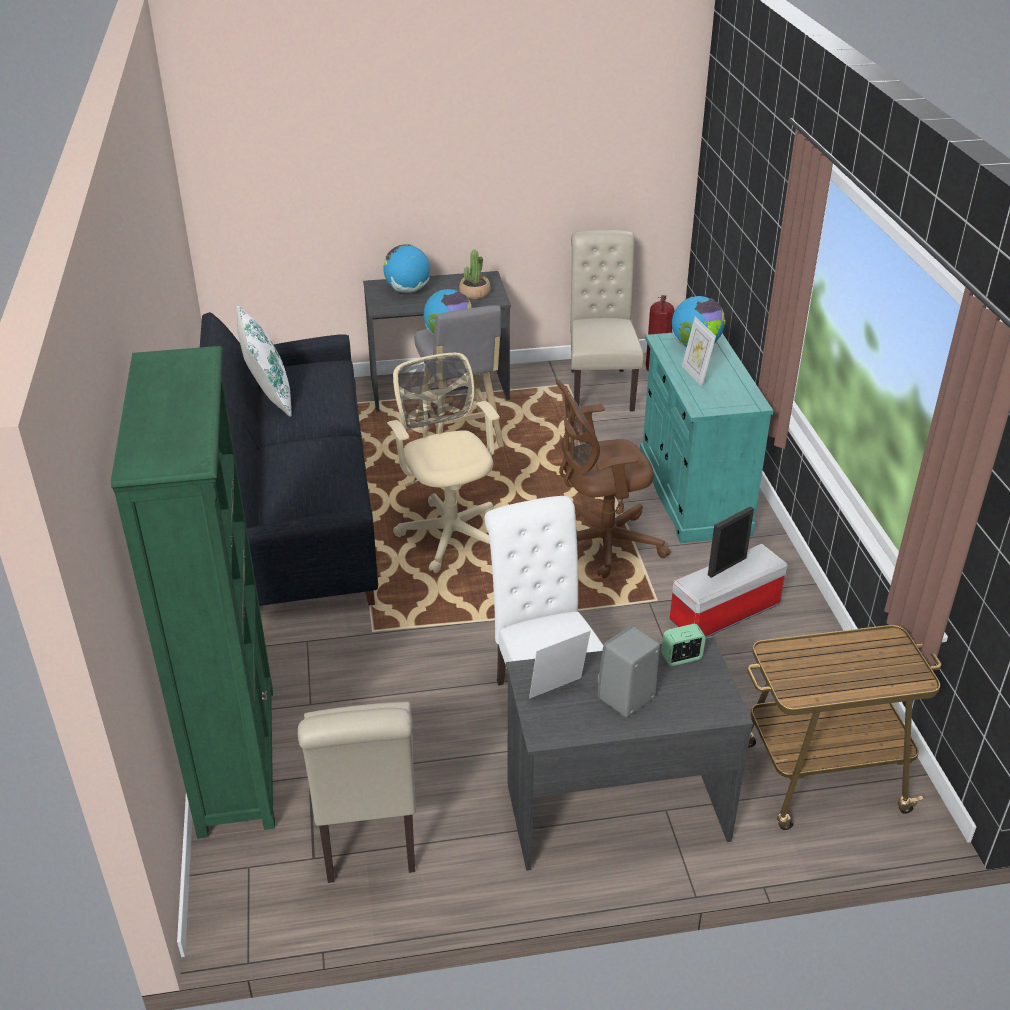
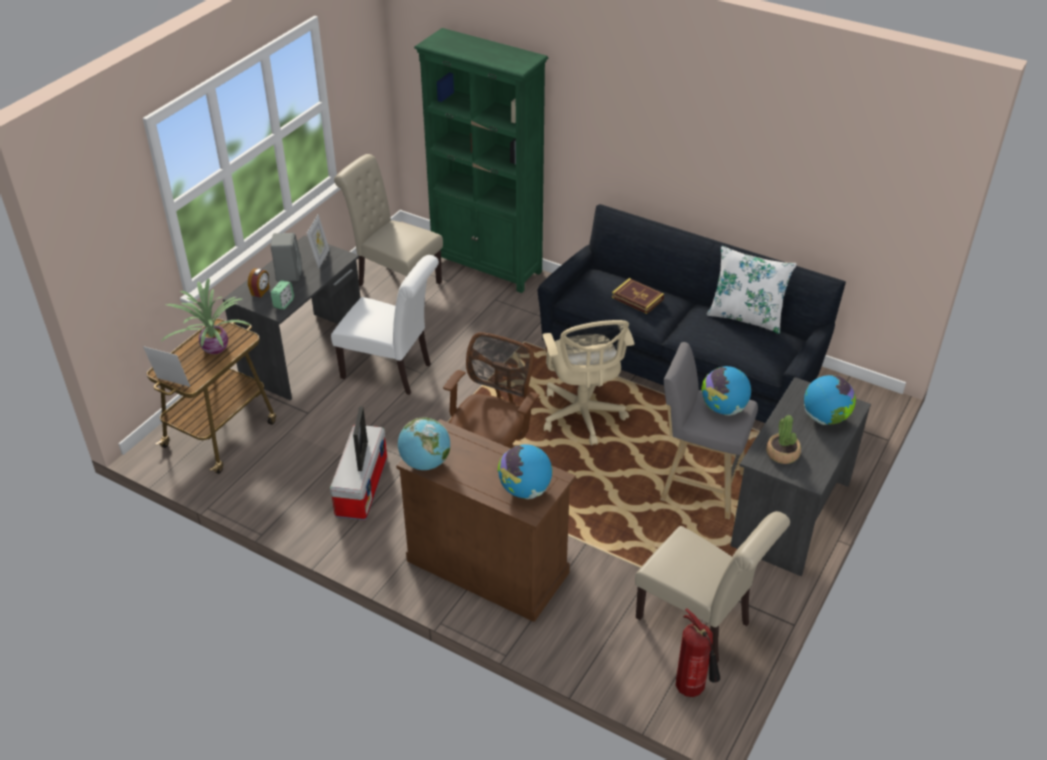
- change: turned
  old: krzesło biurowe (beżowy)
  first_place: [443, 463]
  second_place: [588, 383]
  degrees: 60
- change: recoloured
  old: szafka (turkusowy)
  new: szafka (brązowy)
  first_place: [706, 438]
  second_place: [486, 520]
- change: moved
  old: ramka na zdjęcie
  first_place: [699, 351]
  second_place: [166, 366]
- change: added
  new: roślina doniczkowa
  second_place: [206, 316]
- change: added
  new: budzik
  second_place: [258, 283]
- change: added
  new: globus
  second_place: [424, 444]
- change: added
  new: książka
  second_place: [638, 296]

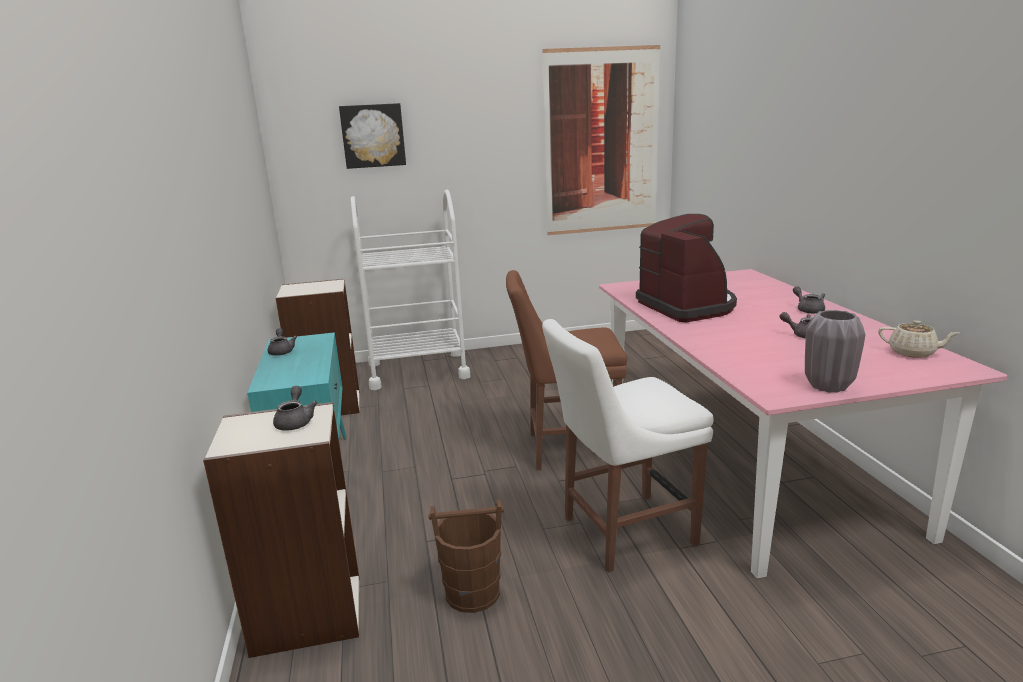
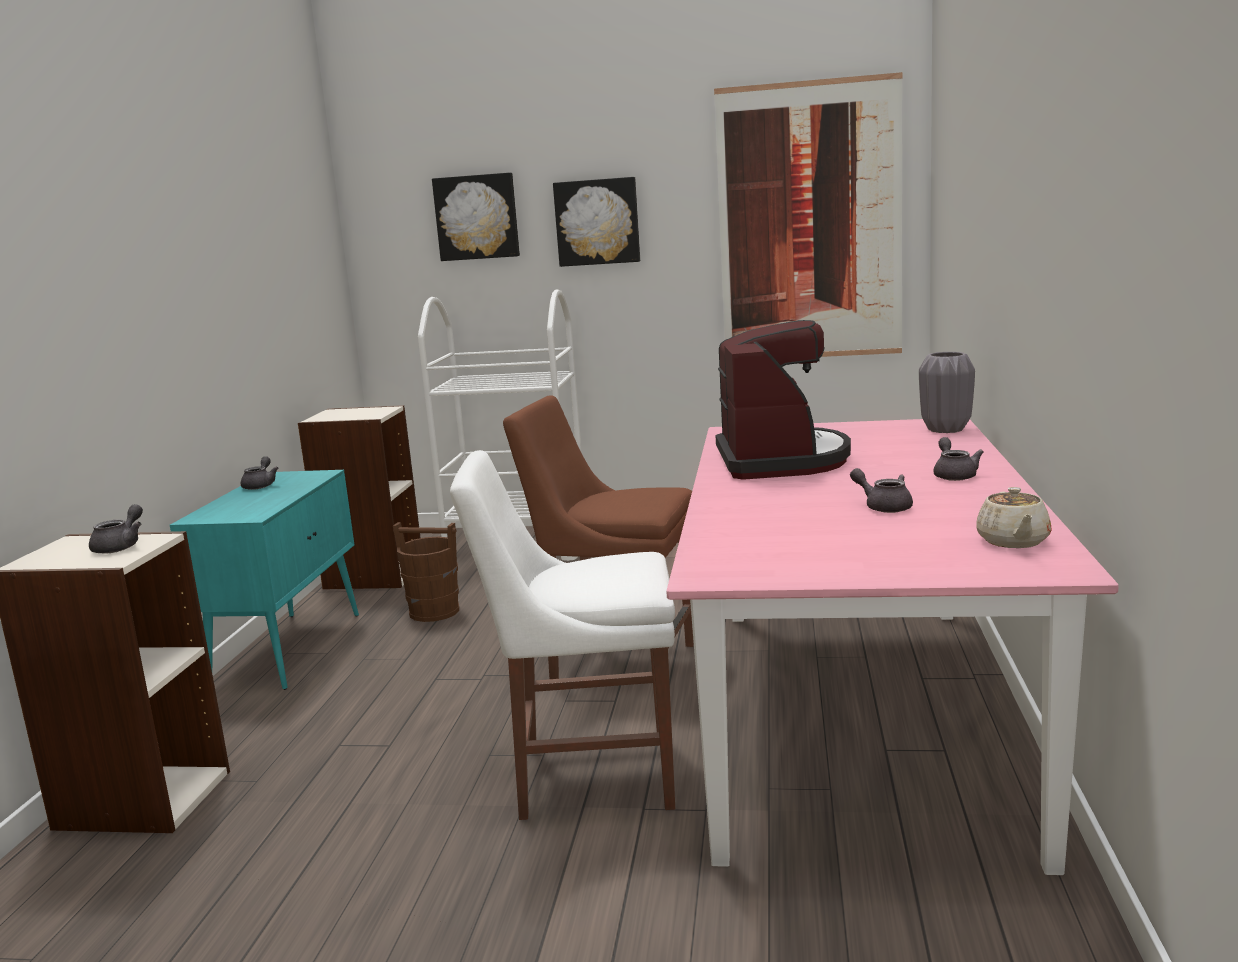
- change: moved
  old: wiadro (brązowy)
  first_place: [466, 556]
  second_place: [426, 572]
- change: moved
  old: wazon (szary)
  first_place: [835, 351]
  second_place: [947, 392]
- change: turned
  old: imbryk (beżowy)
  first_place: [918, 339]
  second_place: [1014, 517]
  degrees: 45
- change: added
  new: obraz
  second_place: [596, 222]

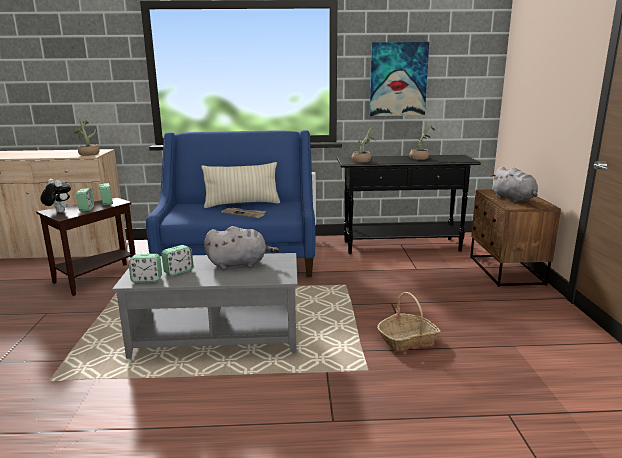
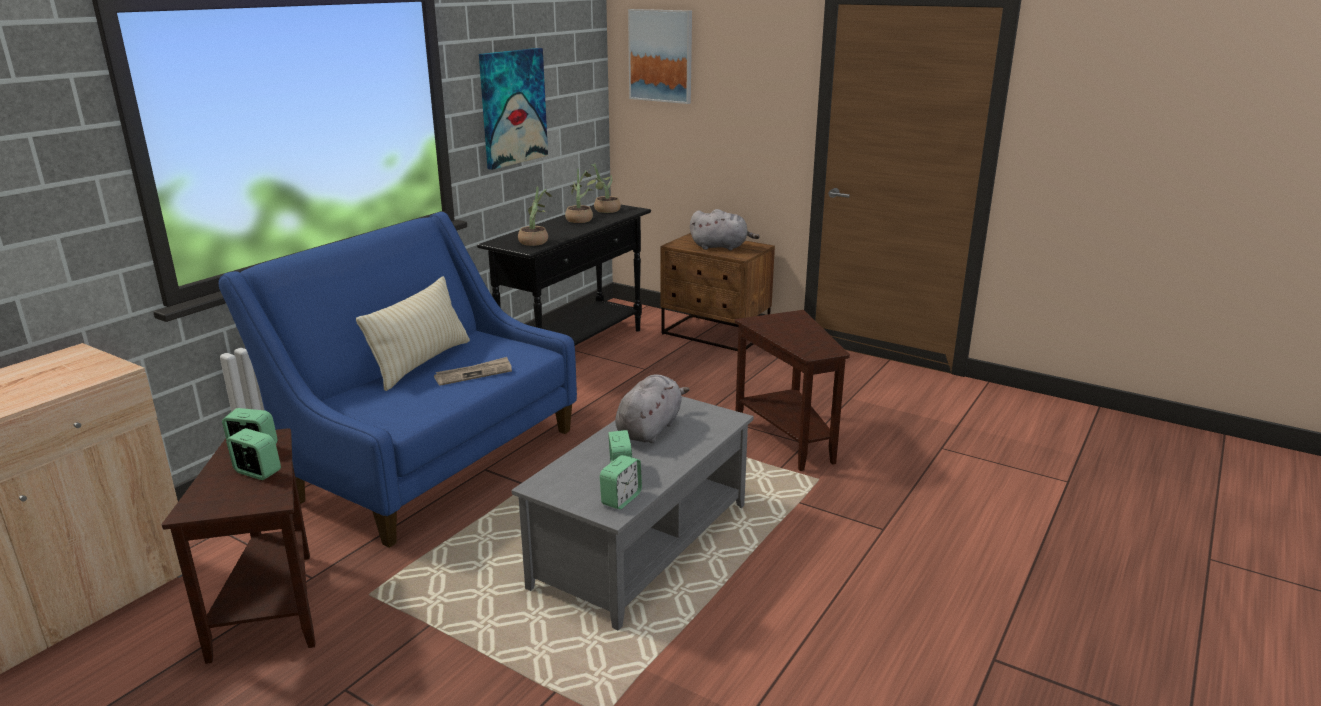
- change: removed
  old: pluszak
  first_place: [56, 196]
- change: moved
  old: roślina doniczkowa
  first_place: [86, 137]
  second_place: [604, 188]
- change: replaced
  old: koszyk
  new: stolik (brązowy)
  first_place: [409, 321]
  second_place: [792, 390]
- change: added
  new: obraz
  second_place: [660, 56]

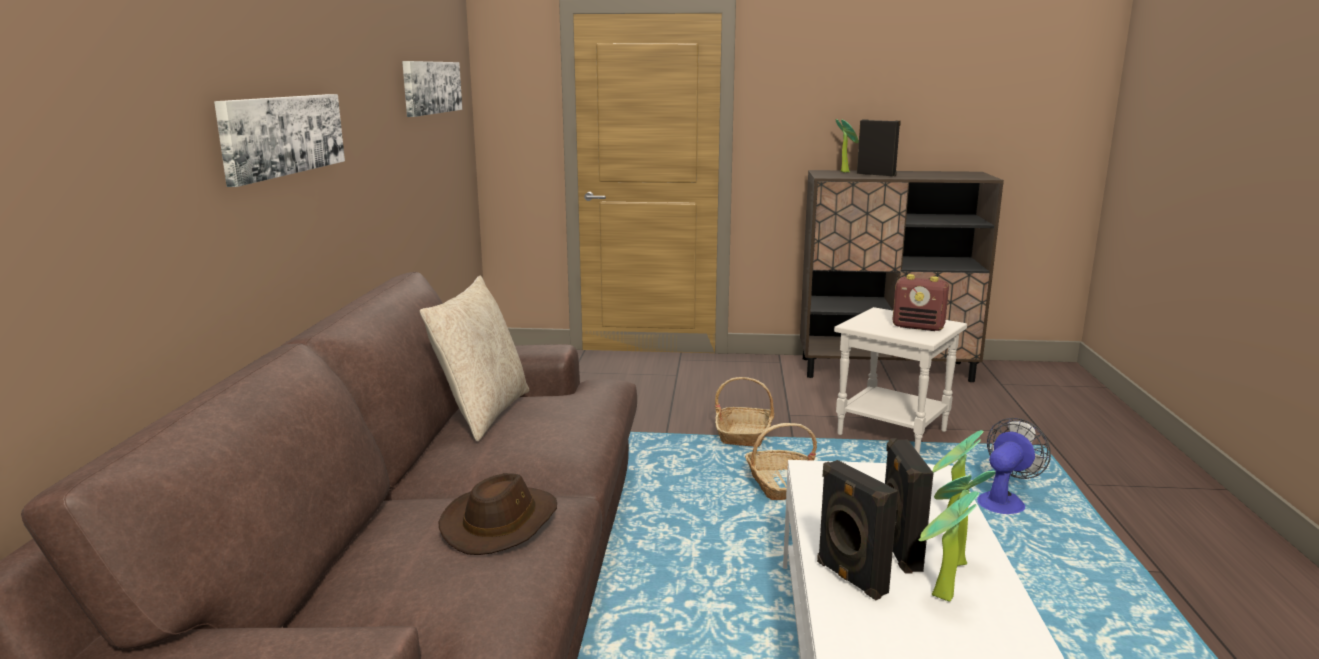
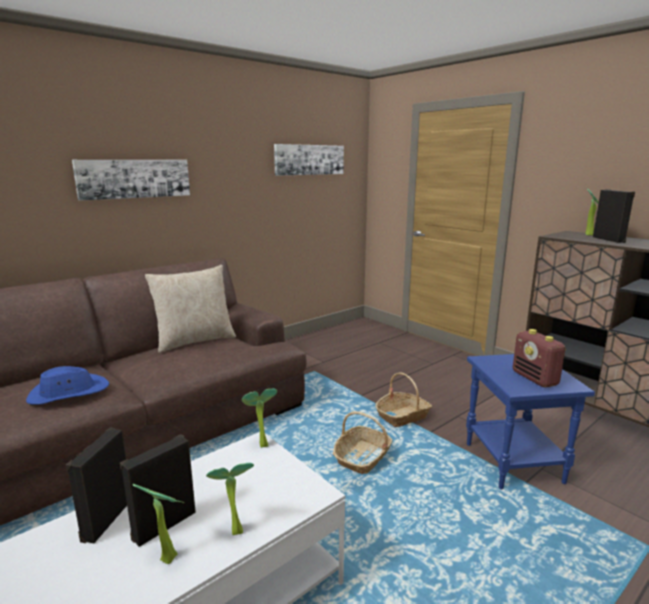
- change: recoloured
  old: kapelusz (brązowy)
  new: kapelusz (niebieski)
  first_place: [498, 514]
  second_place: [67, 385]
- change: recoloured
  old: stolik (biały)
  new: stolik (niebieski)
  first_place: [900, 380]
  second_place: [530, 421]
- change: moved
  old: roślina doniczkowa
  first_place: [949, 546]
  second_place: [259, 418]
- change: removed
  old: wentylator
  first_place: [1014, 466]

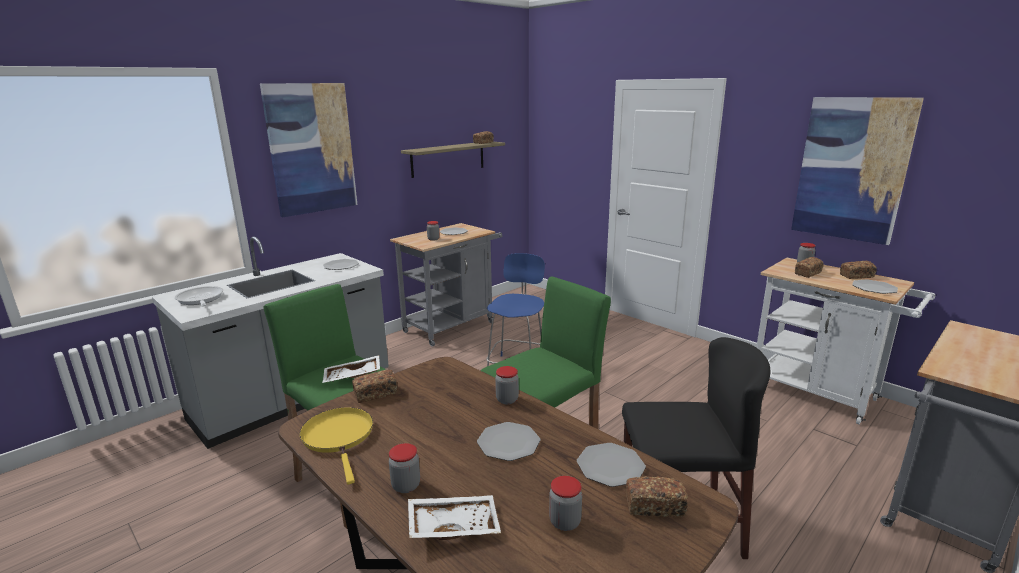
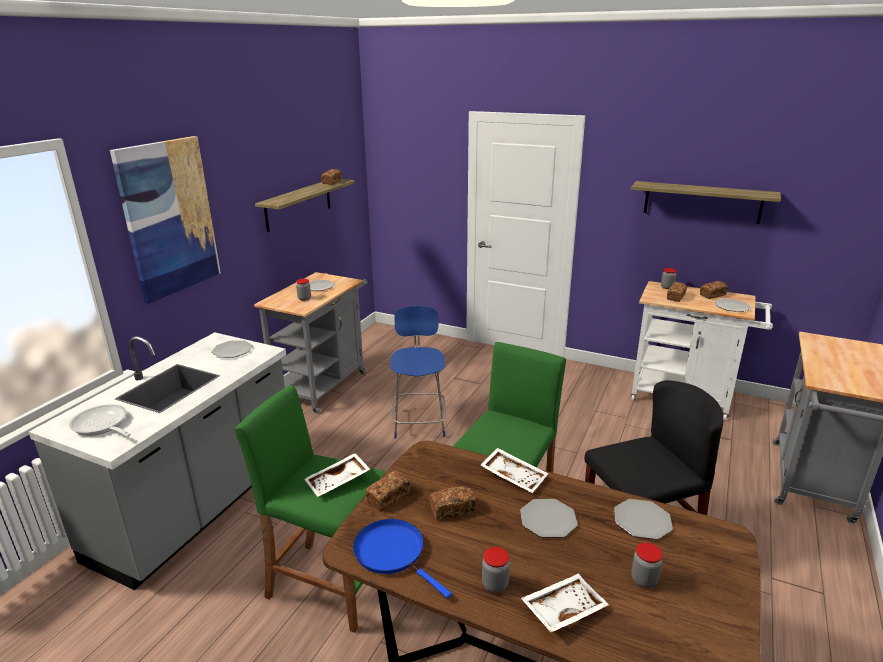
- change: recoloured
  old: patelnia (żółty)
  new: patelnia (niebieski)
  first_place: [336, 445]
  second_place: [402, 559]
- change: replaced
  old: słoik
  new: taca (biały)
  first_place: [507, 385]
  second_place: [514, 470]
- change: moved
  old: chleb
  first_place: [657, 496]
  second_place: [453, 503]
- change: replaced
  old: obraz
  new: półka
  first_place: [857, 171]
  second_place: [706, 202]

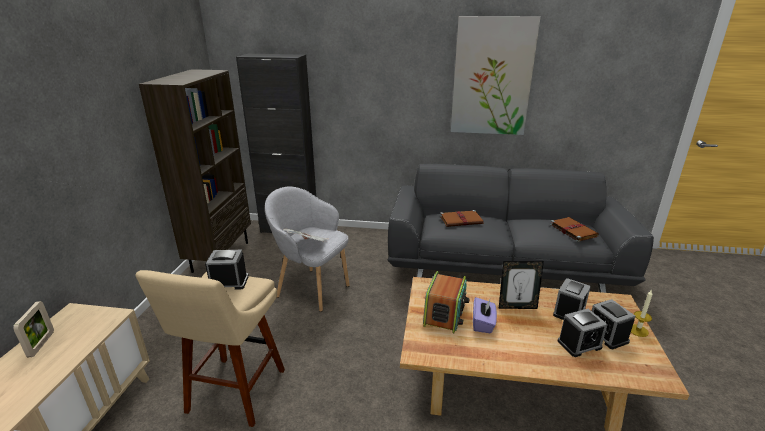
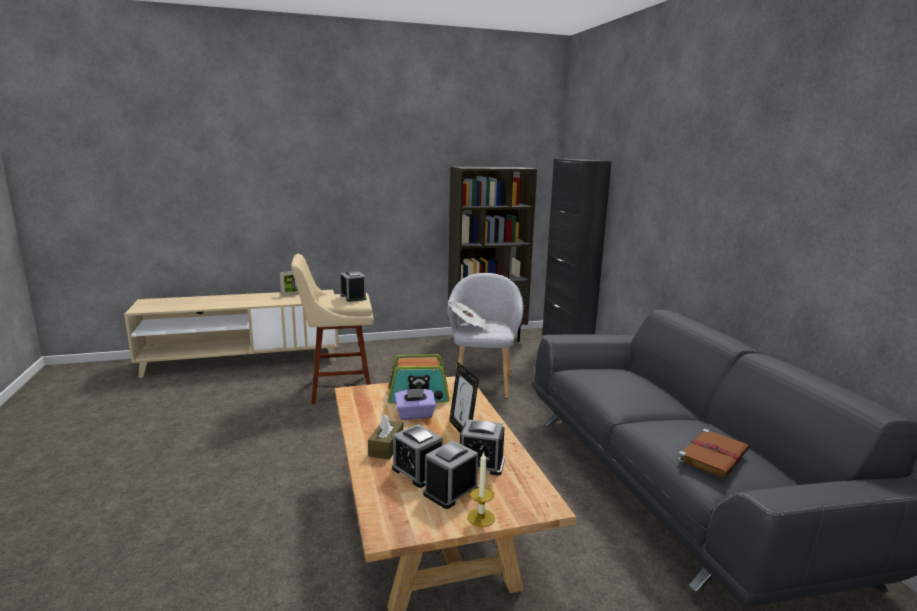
- change: removed
  old: książka (brązowy)
  first_place: [462, 218]
- change: removed
  old: obraz
  first_place: [496, 75]
- change: added
  new: pudełko chusteczek (brązowy)
  second_place: [385, 437]

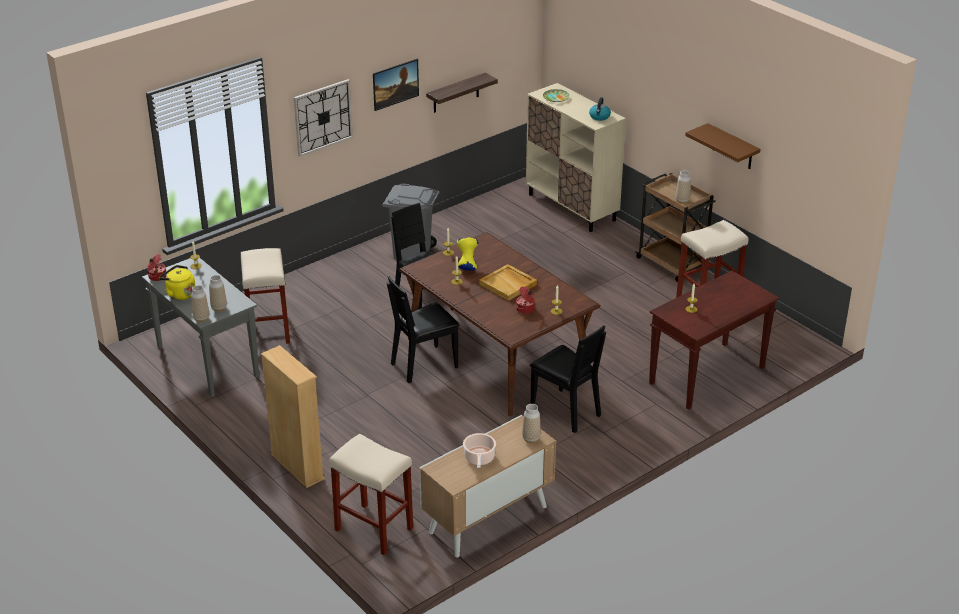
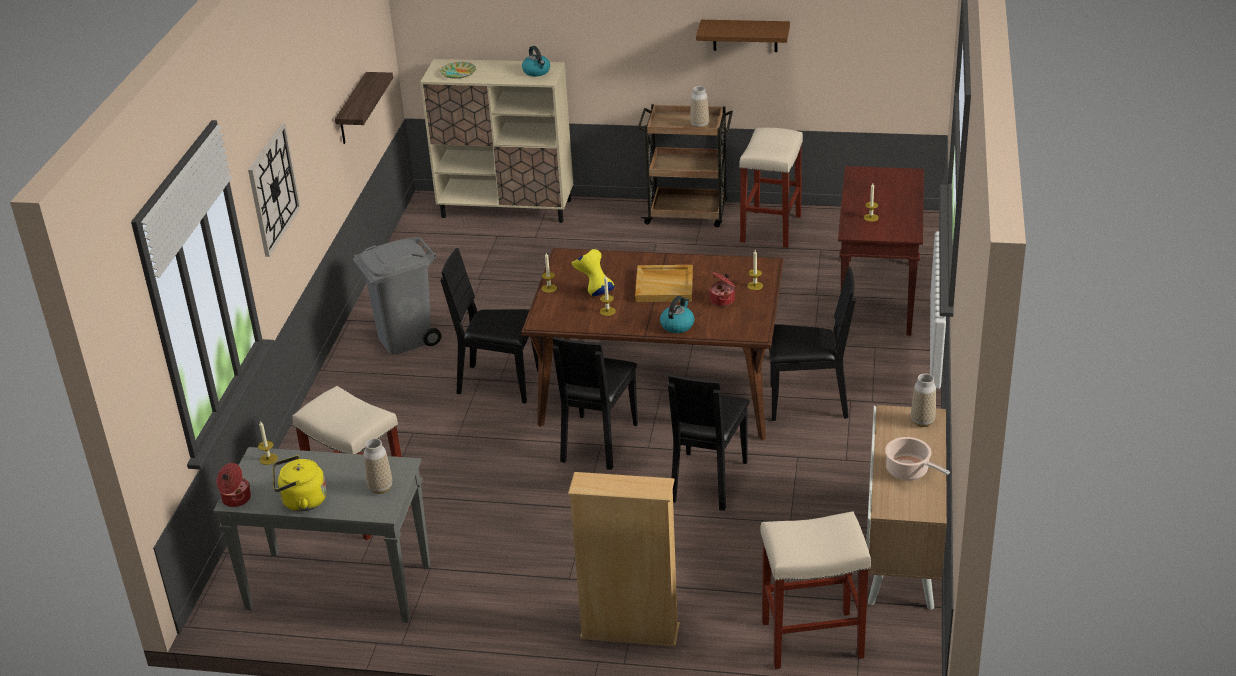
- change: removed
  old: wazon
  first_place: [200, 303]
- change: removed
  old: obraz
  first_place: [396, 85]
- change: added
  new: czajnik
  second_place: [677, 314]
- change: added
  new: krzesło (czarny)
  second_place: [709, 442]

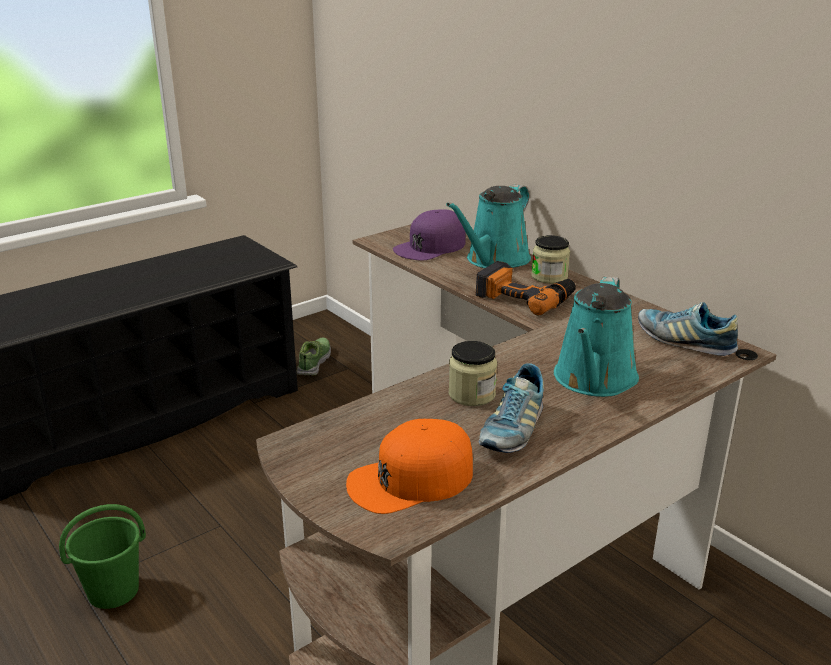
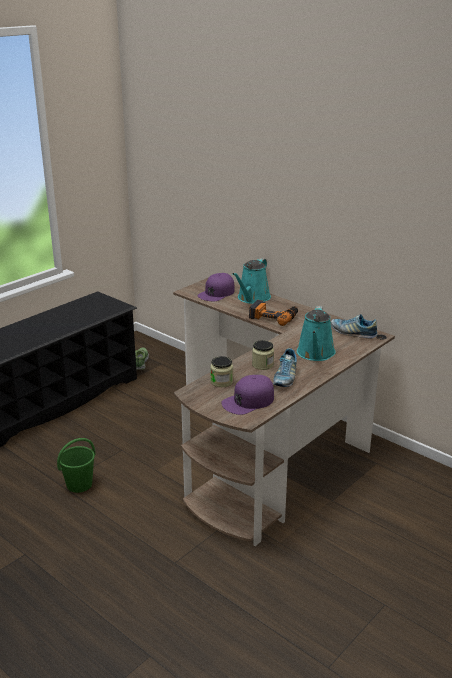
- change: recoloured
  old: czapka z daszkiem (pomarańczowy)
  new: czapka z daszkiem (fioletowy)
  first_place: [409, 466]
  second_place: [247, 395]
- change: moved
  old: słoik
  first_place: [550, 259]
  second_place: [221, 371]

